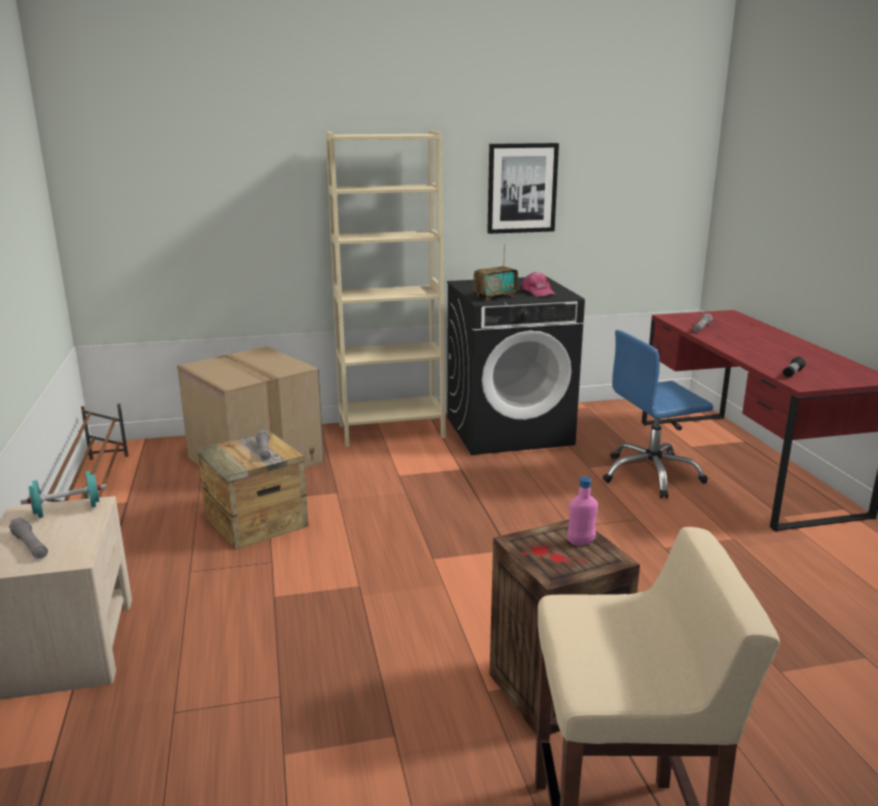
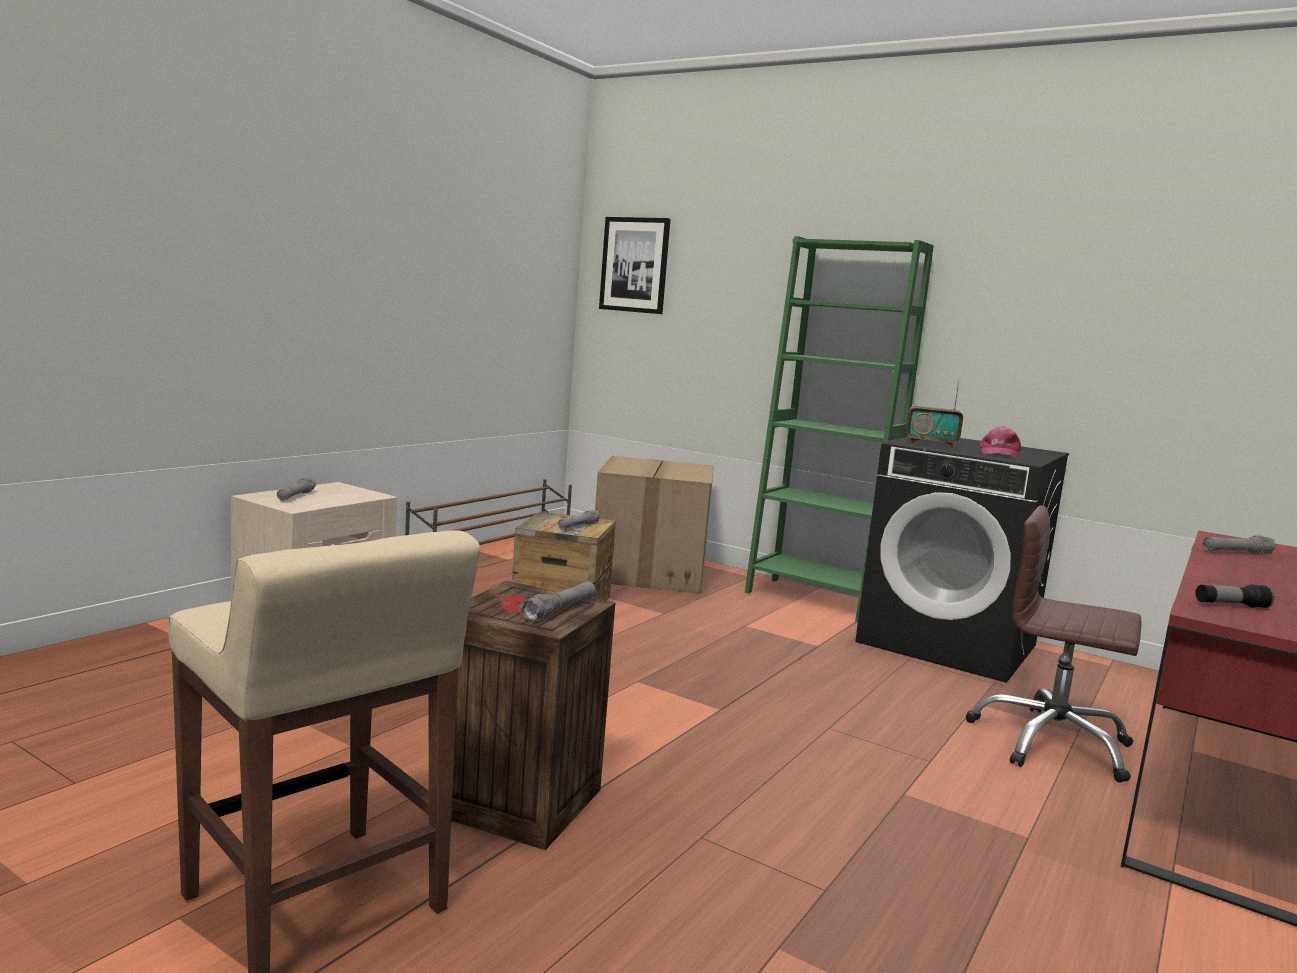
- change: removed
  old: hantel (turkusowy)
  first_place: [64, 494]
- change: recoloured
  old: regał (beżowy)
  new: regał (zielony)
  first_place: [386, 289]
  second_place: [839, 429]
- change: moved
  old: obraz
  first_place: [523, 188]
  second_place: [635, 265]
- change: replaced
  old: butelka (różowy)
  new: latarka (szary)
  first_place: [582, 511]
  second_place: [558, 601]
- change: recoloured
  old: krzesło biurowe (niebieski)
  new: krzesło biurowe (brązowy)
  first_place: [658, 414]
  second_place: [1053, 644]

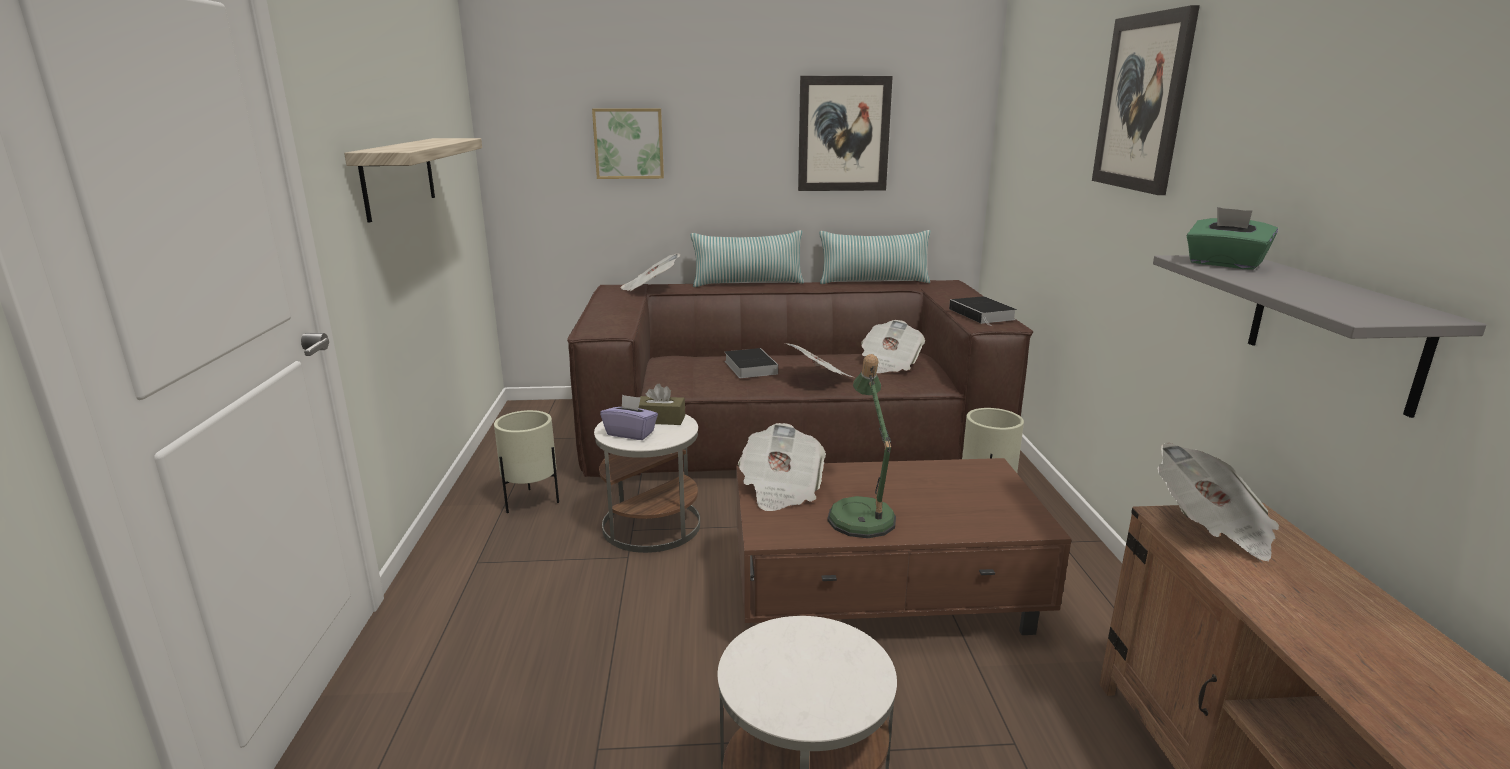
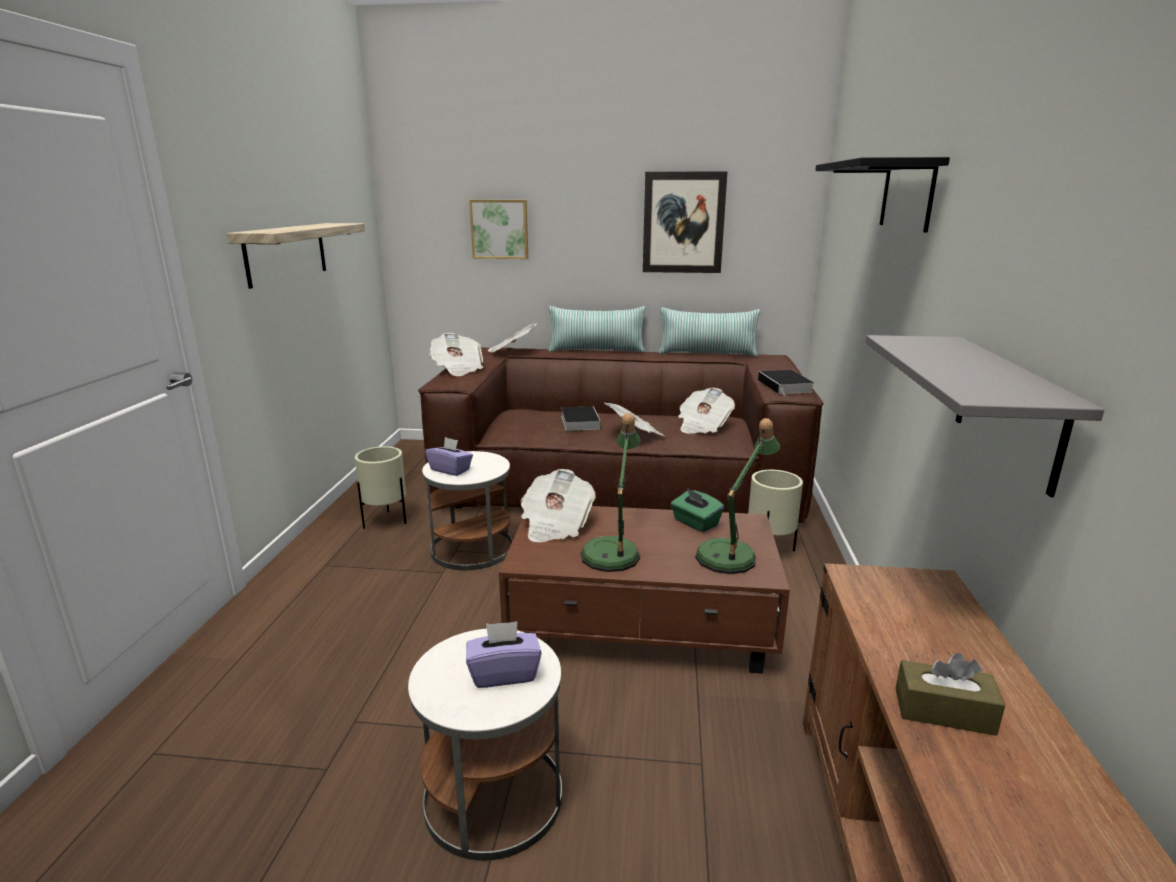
- change: moved
  old: pudełko chusteczek (brązowy)
  first_place: [662, 404]
  second_place: [950, 694]
- change: replaced
  old: obraz
  new: półka (czarny)
  first_place: [1146, 100]
  second_place: [882, 194]
- change: moved
  old: gazeta
  first_place: [1218, 502]
  second_place: [456, 354]
- change: moved
  old: pudełko chusteczek (zielony)
  first_place: [1232, 238]
  second_place: [697, 510]
- change: added
  new: pudełko chusteczek (fioletowy)
  second_place: [503, 654]
- change: added
  new: lampa stołowa
  second_place: [737, 496]

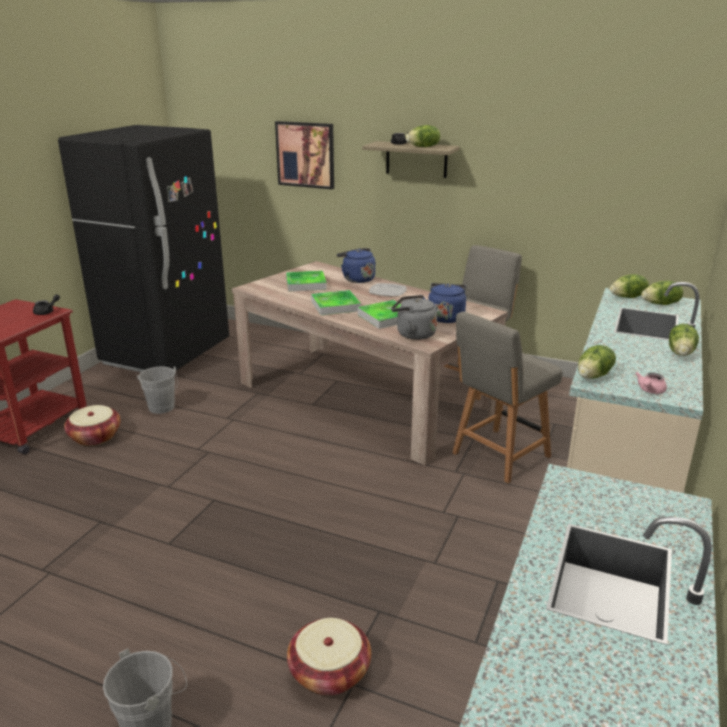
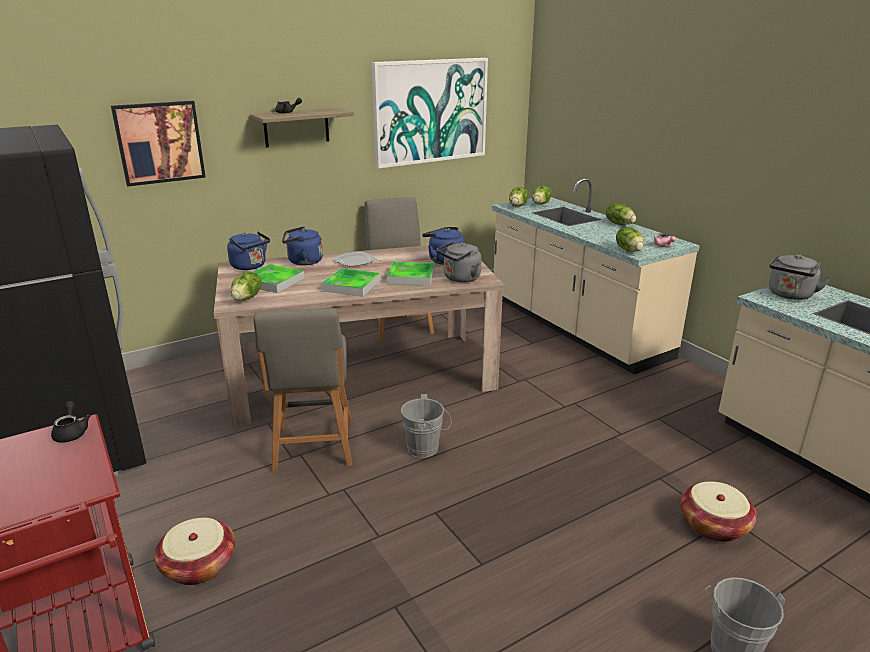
- change: moved
  old: wiadro (szary)
  first_place: [157, 390]
  second_place: [426, 426]
- change: moved
  old: sałata
  first_place: [423, 136]
  second_place: [246, 286]
- change: moved
  old: krzesło (szary)
  first_place: [507, 397]
  second_place: [303, 390]
- change: added
  new: czajnik (niebieski)
  second_place: [248, 250]
- change: added
  new: obraz
  second_place: [430, 113]
- change: added
  new: czajnik (szary)
  second_place: [800, 277]

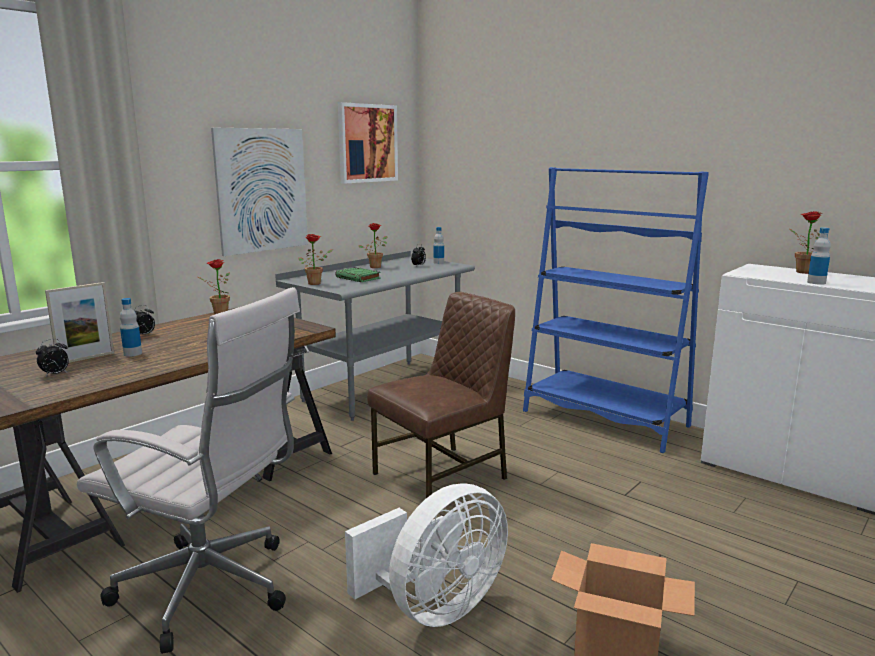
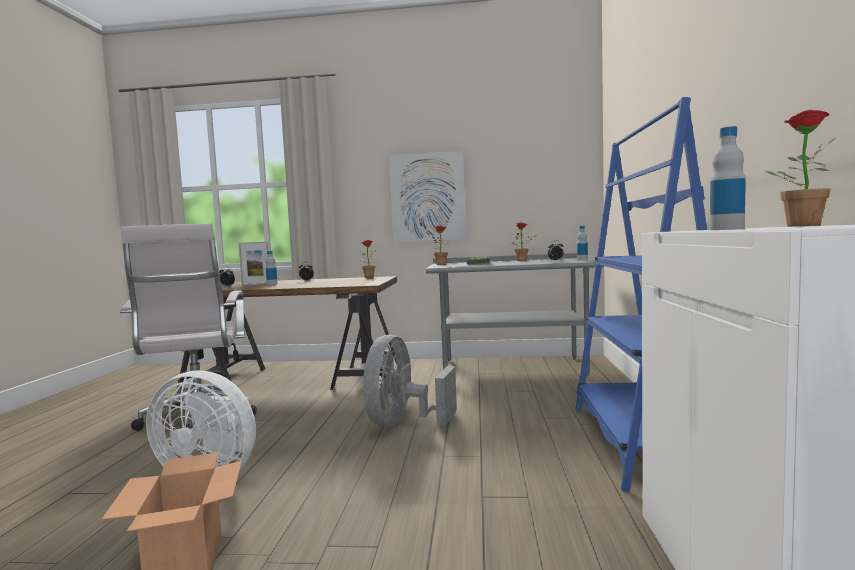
- change: removed
  old: obraz
  first_place: [368, 143]
- change: replaced
  old: krzesło (brązowy)
  new: wentylator (szary)
  first_place: [441, 395]
  second_place: [410, 381]

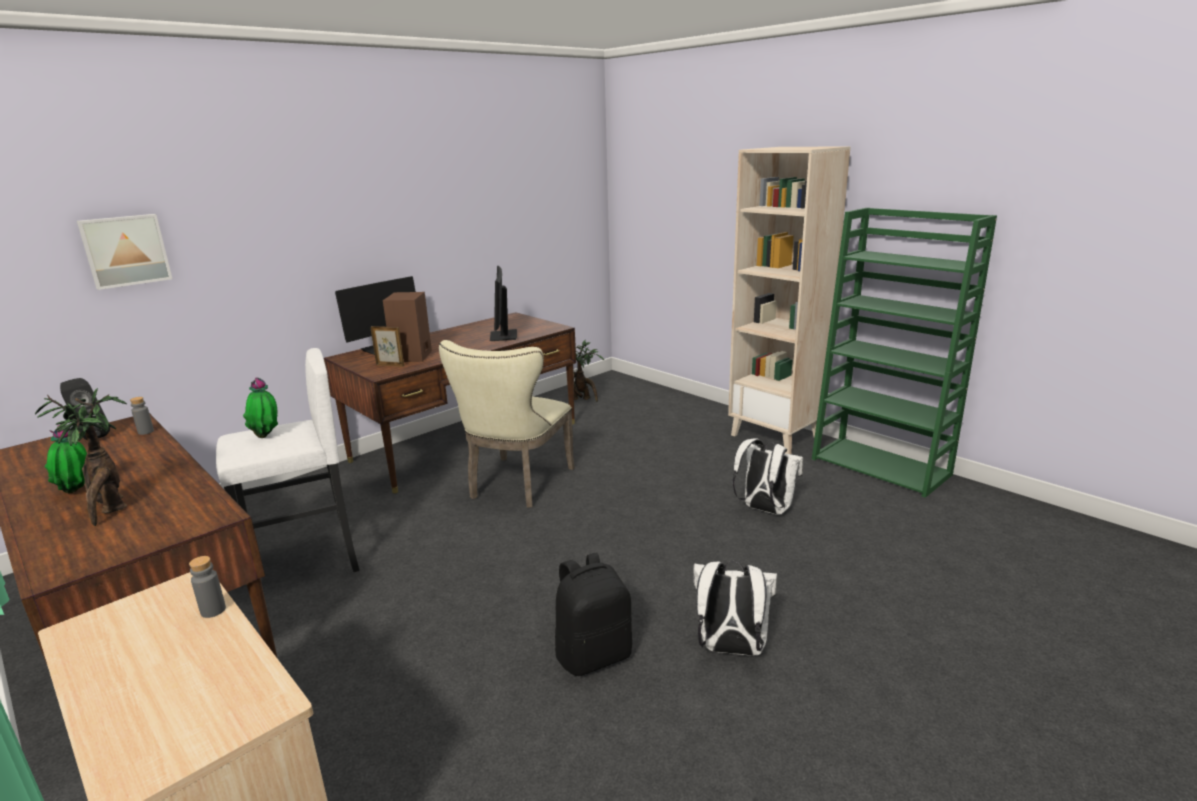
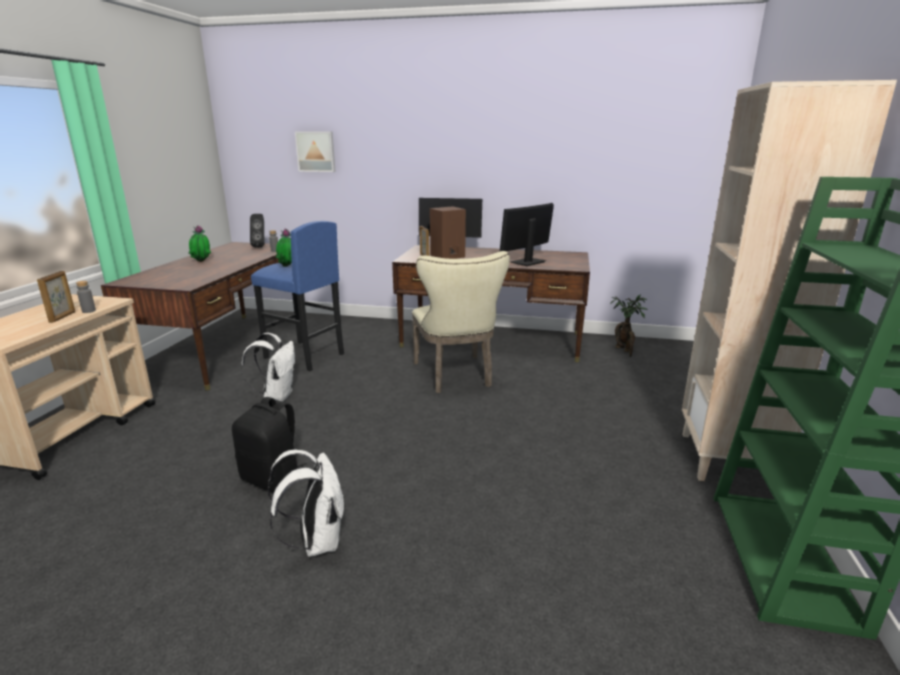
- change: removed
  old: roślina doniczkowa
  first_place: [81, 457]
- change: recoloured
  old: stołek (biały)
  new: stołek (niebieski)
  first_place: [288, 460]
  second_place: [297, 296]
- change: turned
  old: krzesło (beżowy)
  first_place: [507, 424]
  second_place: [461, 322]
  degrees: -90
- change: moved
  old: plecak (biały)
  first_place: [768, 476]
  second_place: [268, 367]
- change: added
  new: ramka na zdjęcie
  second_place: [56, 297]

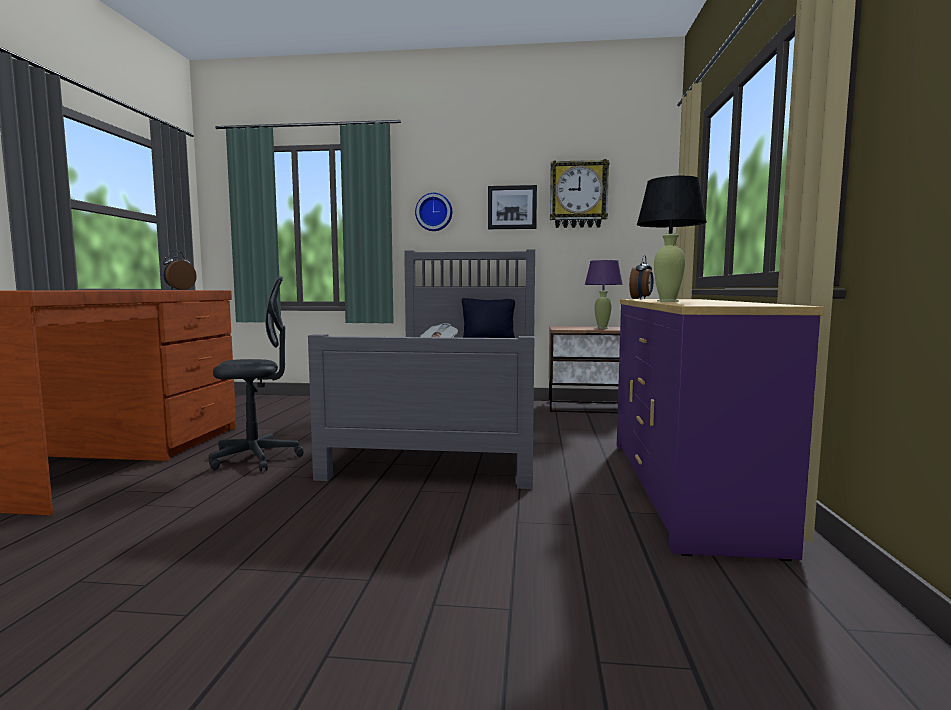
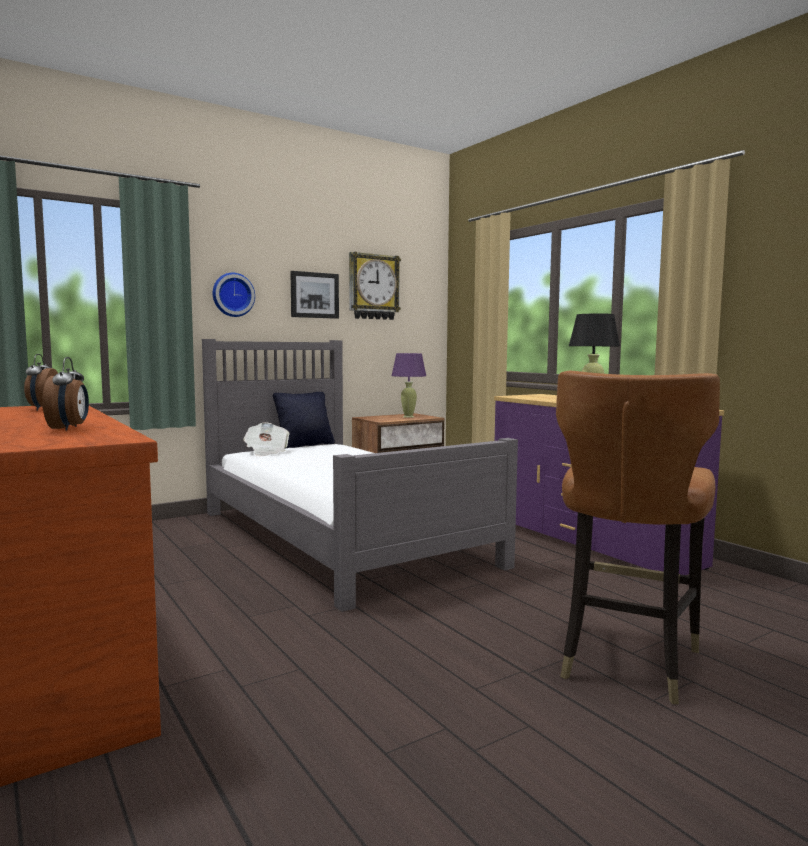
- change: removed
  old: krzesło biurowe (szary)
  first_place: [256, 374]
- change: moved
  old: budzik
  first_place: [641, 277]
  second_place: [65, 394]
- change: added
  new: krzesło (brązowy)
  second_place: [638, 537]

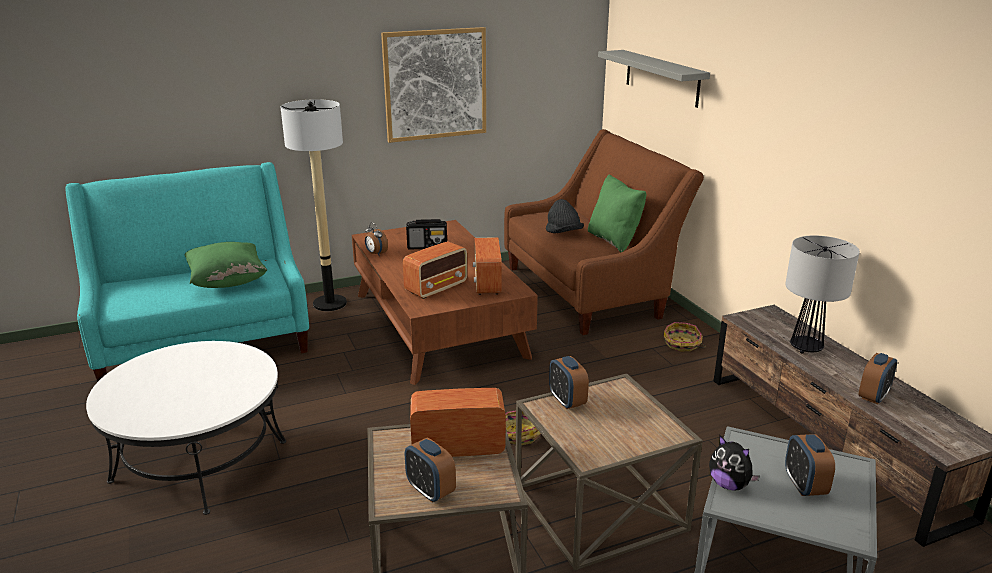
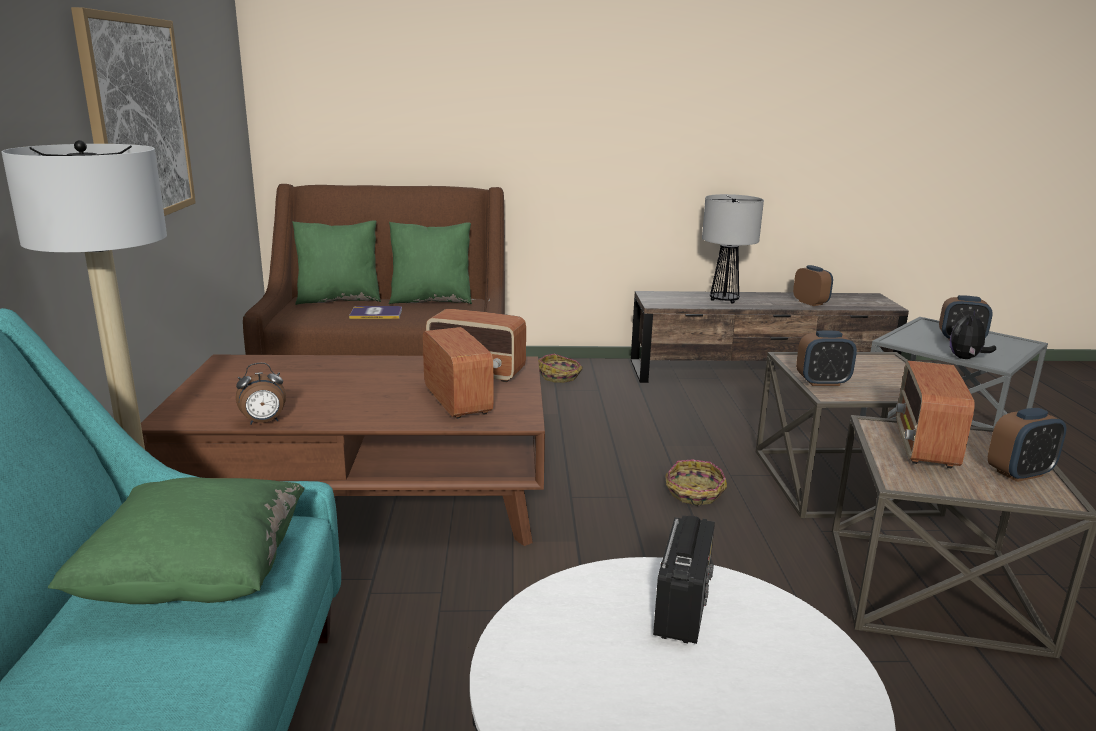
- change: moved
  old: radio
  first_place: [426, 234]
  second_place: [684, 579]
- change: replaced
  old: kapelusz (czarny)
  new: książka
  first_place: [565, 216]
  second_place: [375, 312]
- change: removed
  old: półka (szary)
  first_place: [654, 79]
- change: turned
  old: pluszak
  first_place: [734, 463]
  second_place: [973, 334]
  degrees: 150
- change: added
  new: poduszka (zielony)
  second_place: [336, 262]

